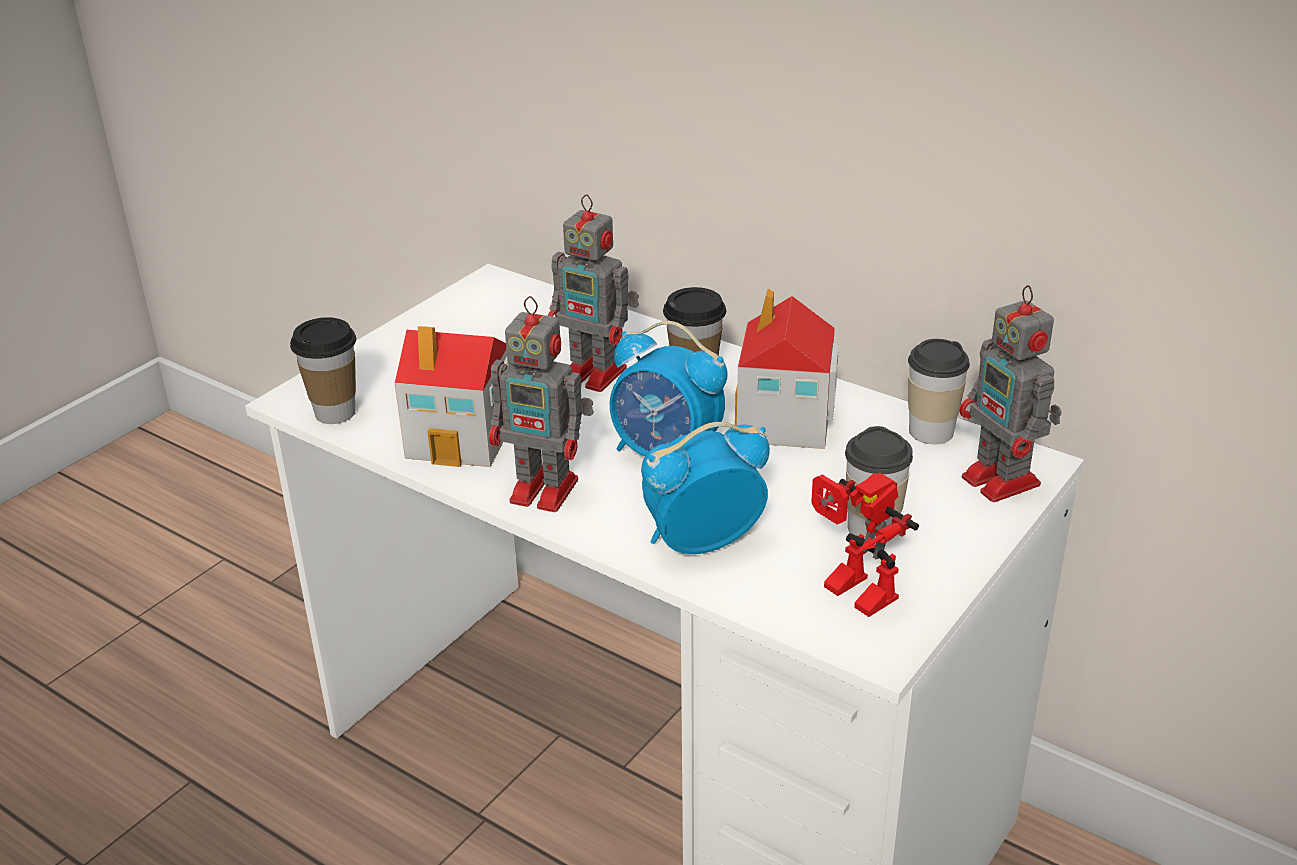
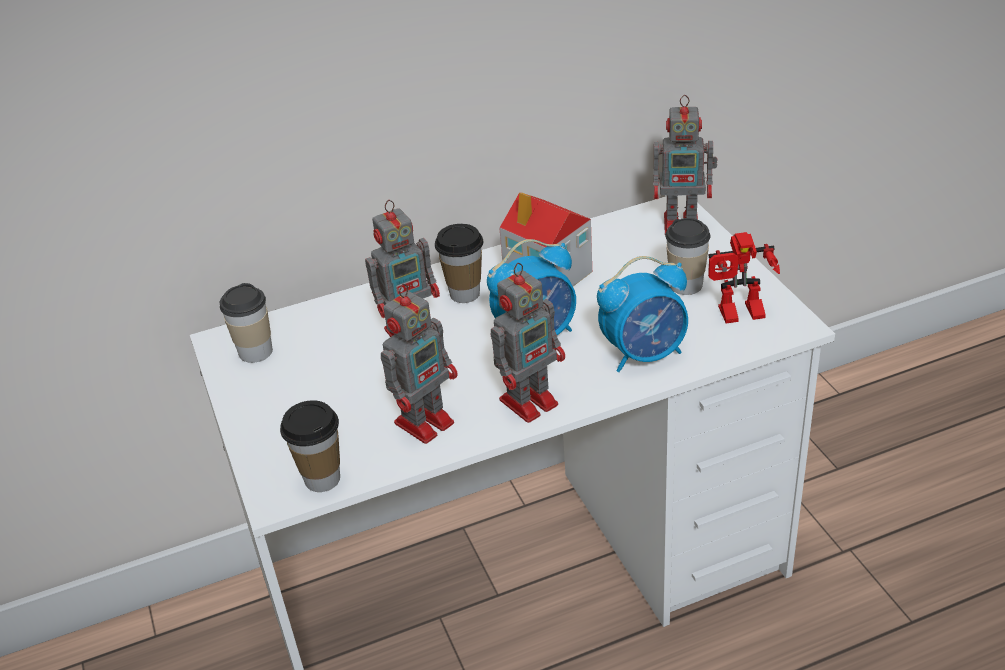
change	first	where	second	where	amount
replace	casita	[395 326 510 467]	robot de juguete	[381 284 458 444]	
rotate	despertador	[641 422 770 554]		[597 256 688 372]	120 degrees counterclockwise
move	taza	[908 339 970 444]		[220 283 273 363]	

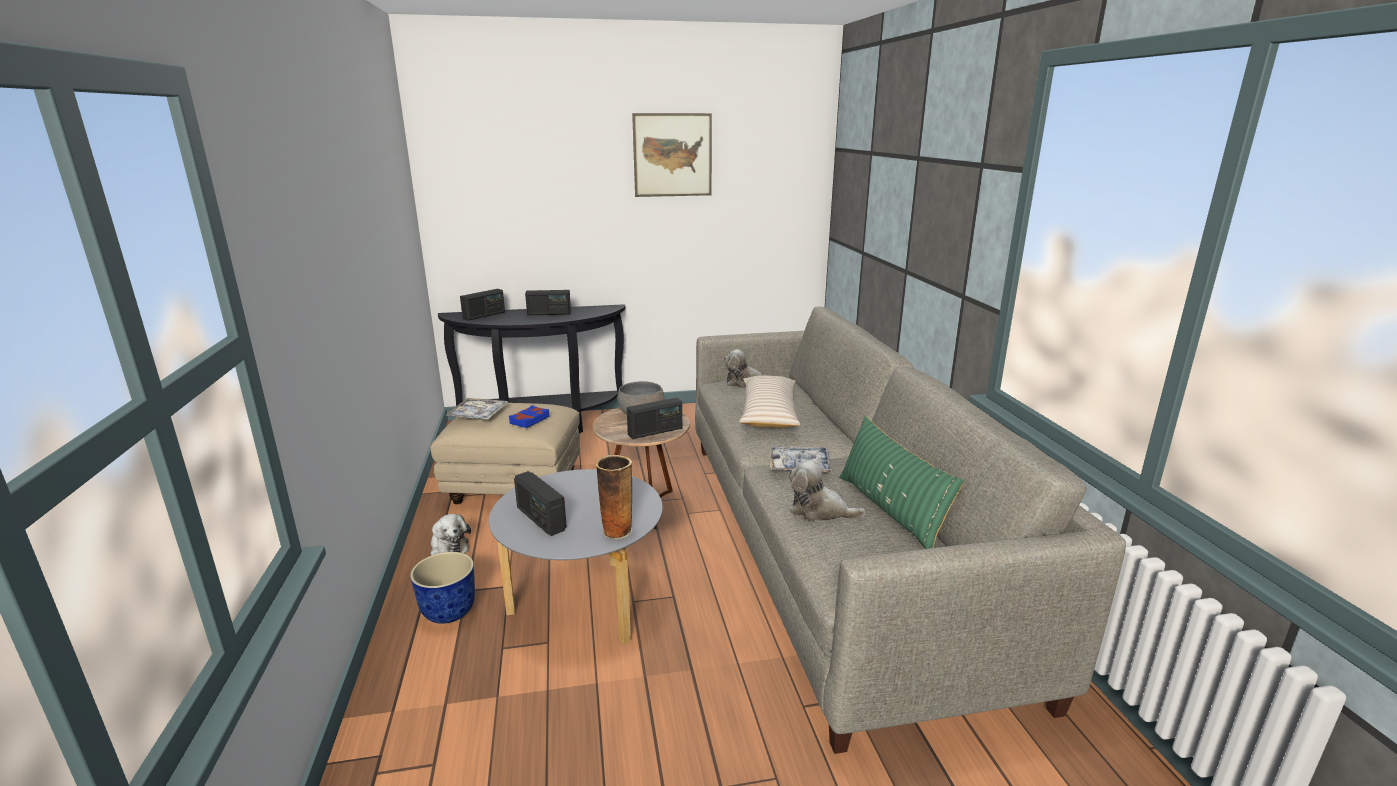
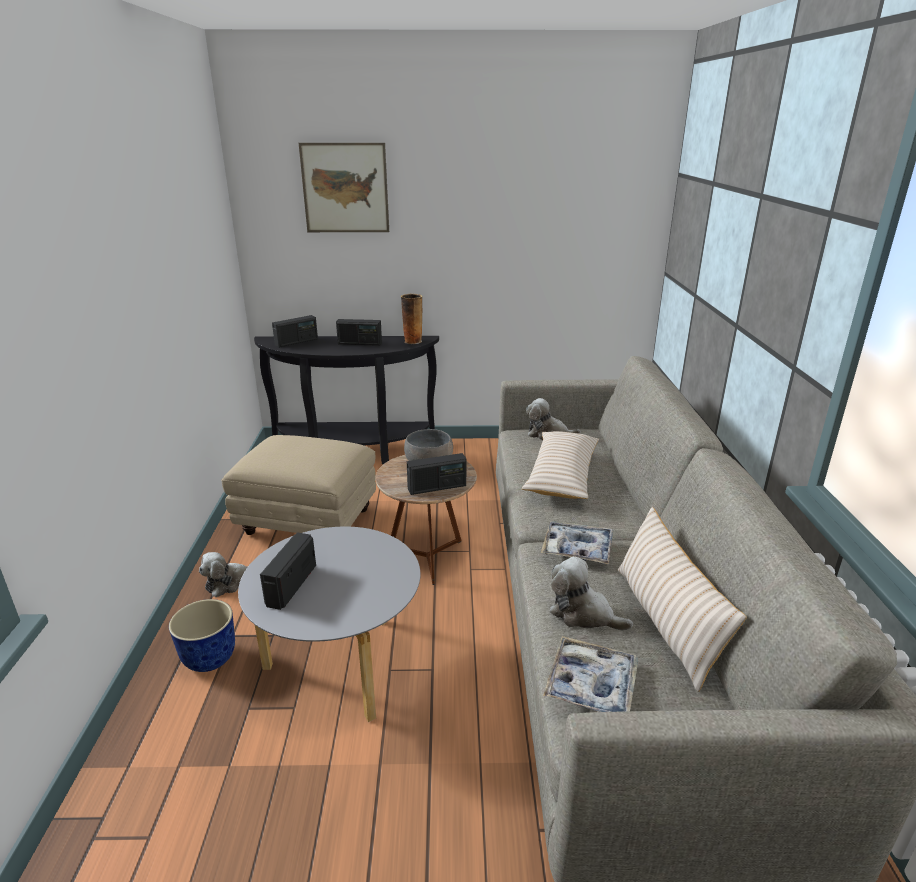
change	first	where	second	where	amount
rotate	peluche	[431 514 471 555]		[199 552 248 597]	75 degrees clockwise
move	bandeja	[445 398 508 419]		[543 636 638 712]	
delete	libro [azul]	[509 405 550 428]			
rotate	radio	[514 471 567 536]		[260 532 316 610]	45 degrees clockwise
move	florero	[595 455 633 539]		[401 294 422 344]	
move	cuadro	[632 113 712 197]		[299 143 389 232]	
recolor	cojín [verde]	[839 416 964 549]	cojín [beis]	[618 507 747 692]	

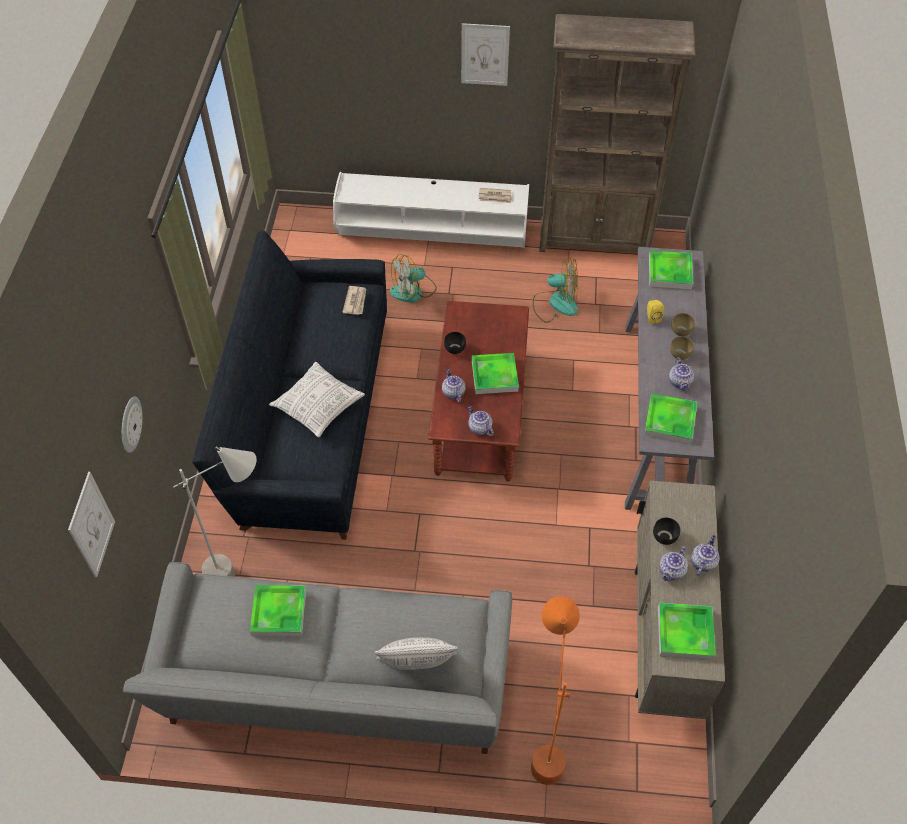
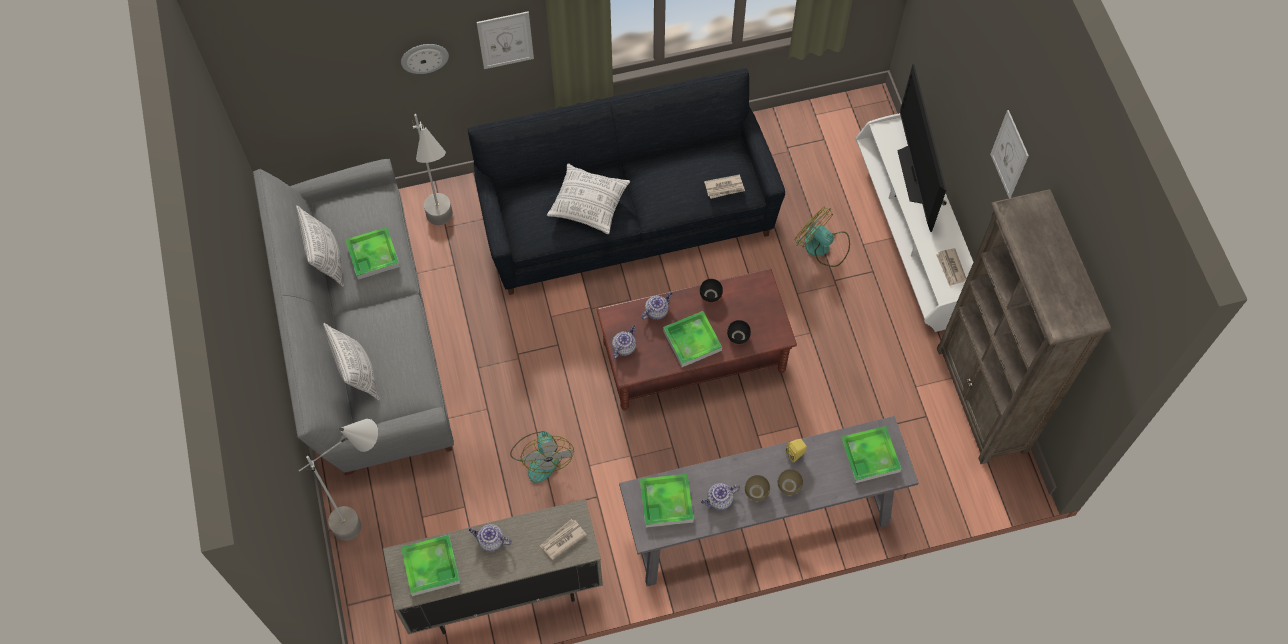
change	first	where	second	where	amount
move	cuadro	[68 472 115 578]		[477 11 534 69]	
recolor	lámpara de pie [naranja]	[531 596 580 785]	lámpara de pie [gris]	[299 419 378 541]	
move	ventilador	[532 257 578 323]		[510 431 574 483]	
move	cuenco [negro]	[653 518 680 545]		[727 320 751 344]	
delete	tetera	[691 535 720 576]			
insert			cojín	[296 205 344 287]	
insert			periódico	[540 519 587 560]	
insert			televisor	[898 64 946 232]	

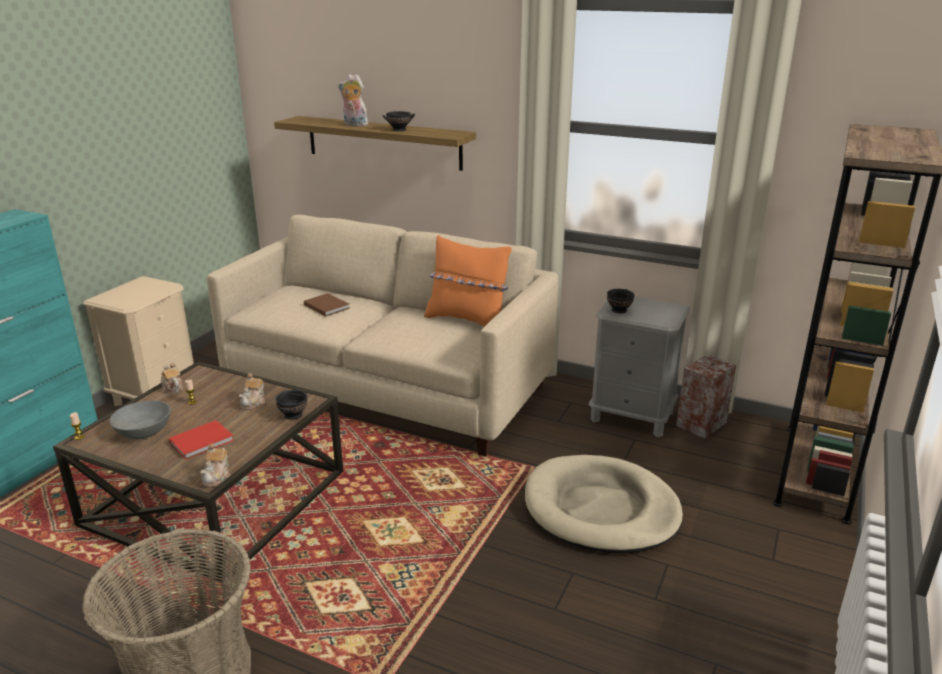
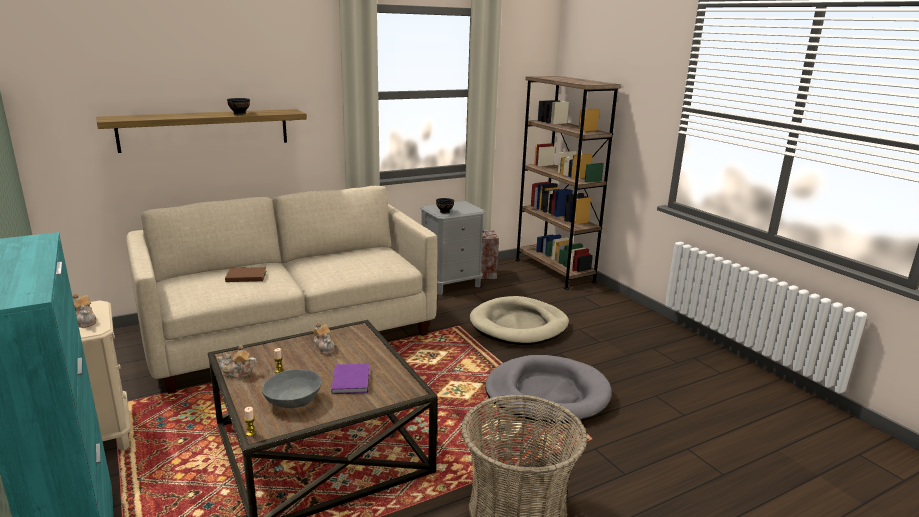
change	first	where	second	where	amount
recolor	libro [rojo]	[169 420 234 460]	libro [morado]	[331 364 369 394]	
move	tetera	[200 443 230 487]		[72 293 96 328]	
delete	cuenco [negro]	[275 389 307 420]			
delete	peluche	[338 74 368 126]			
delete	cojín [naranja]	[424 235 512 327]			
insert			cama para perro [gris]	[485 355 612 424]	

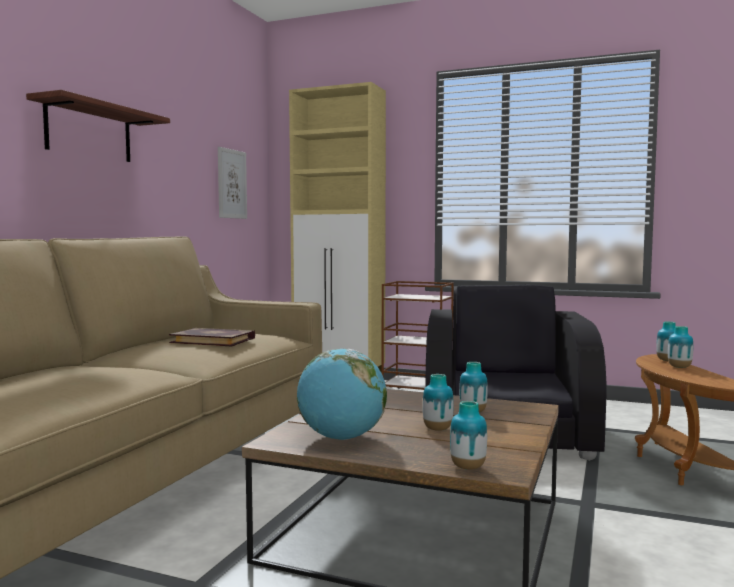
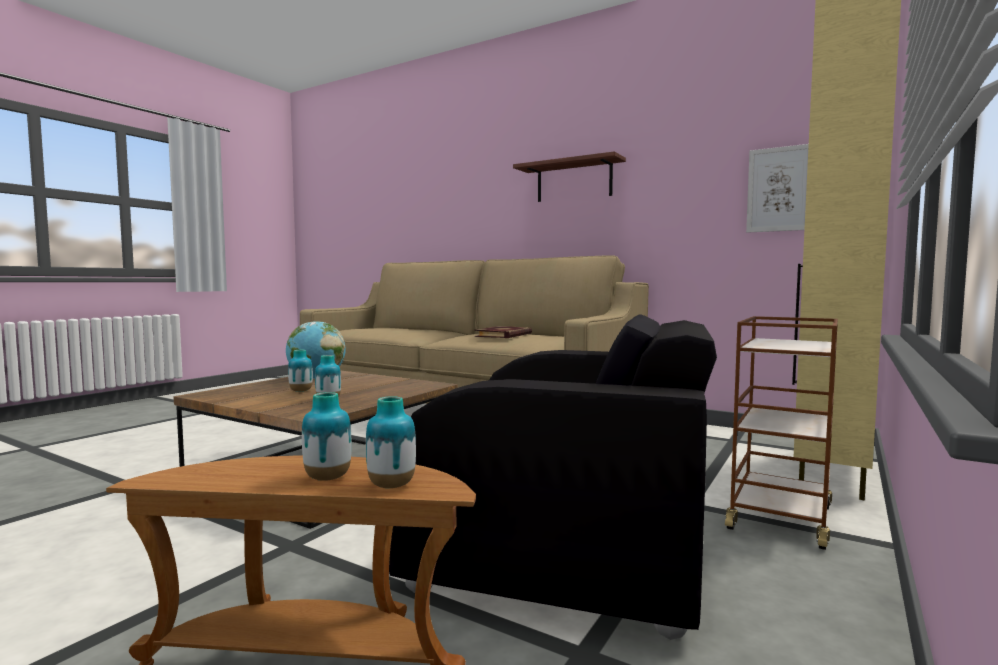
change	first	where	second	where	amount
delete	florero	[450 401 487 470]			

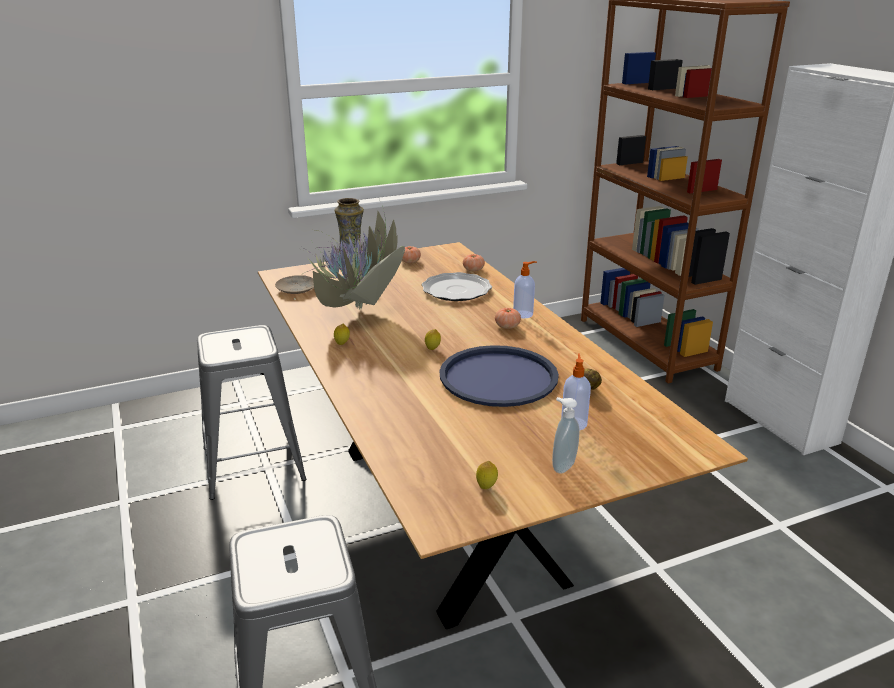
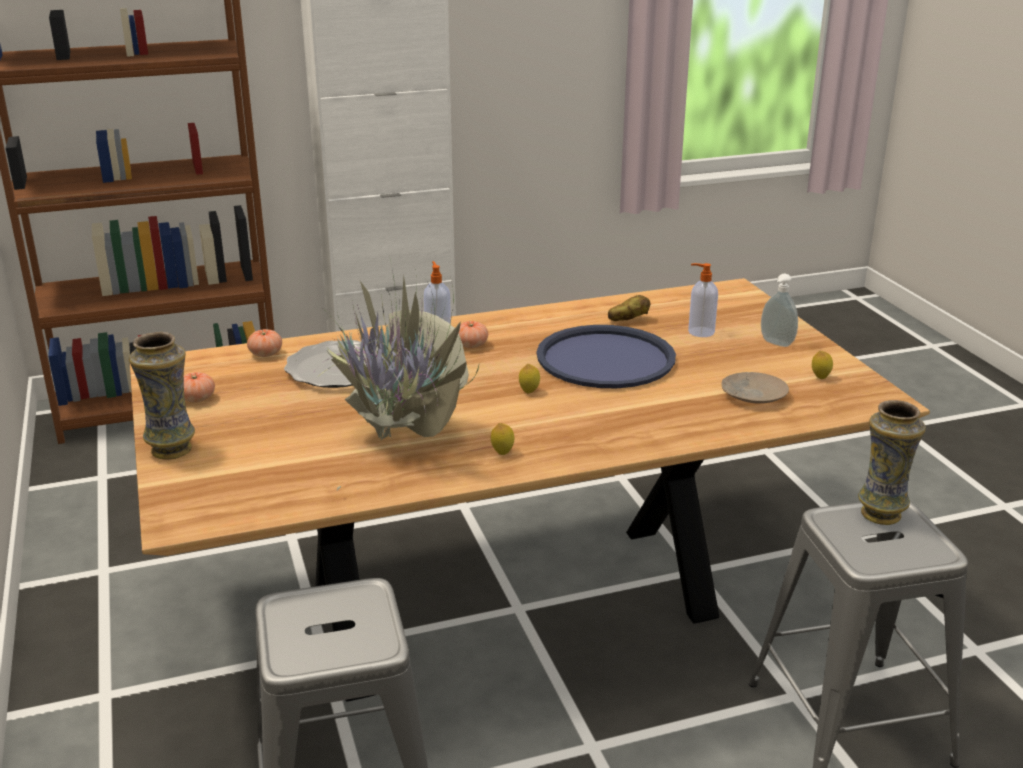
change	first	where	second	where	amount
move	plato [beis]	[275 275 314 294]		[721 372 789 404]	
insert			florero	[858 400 926 525]	

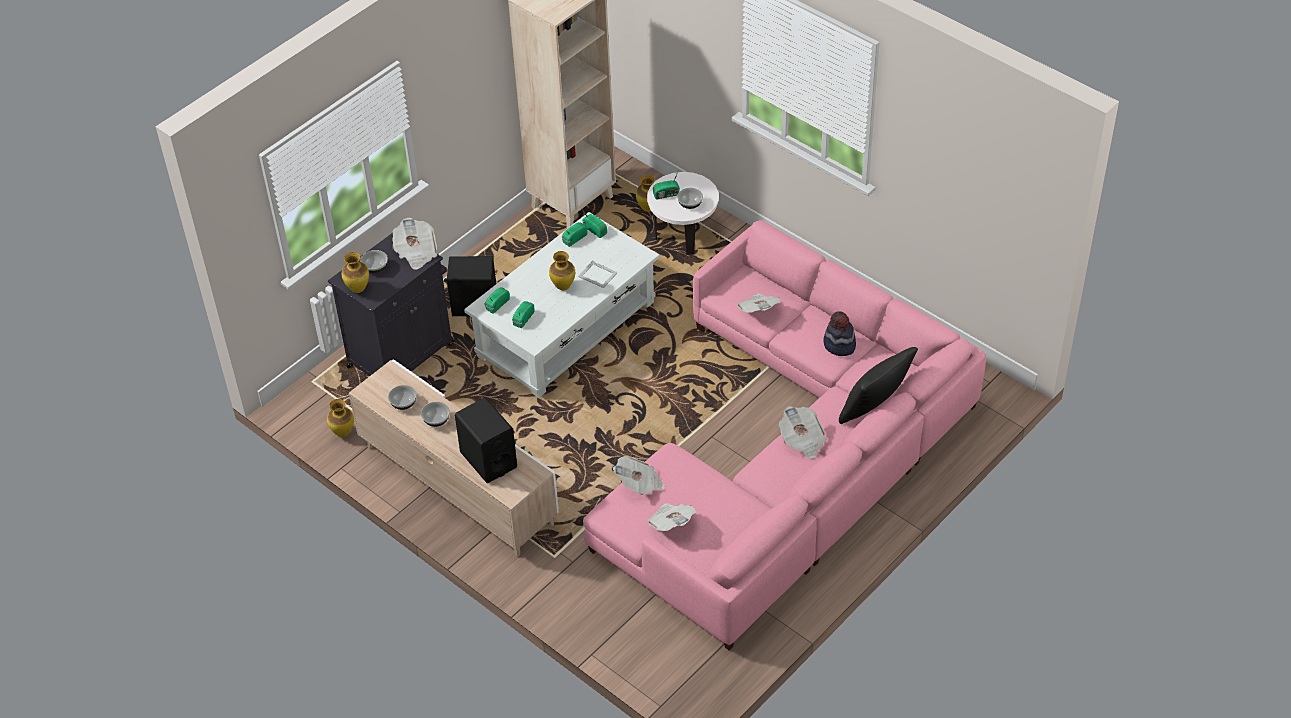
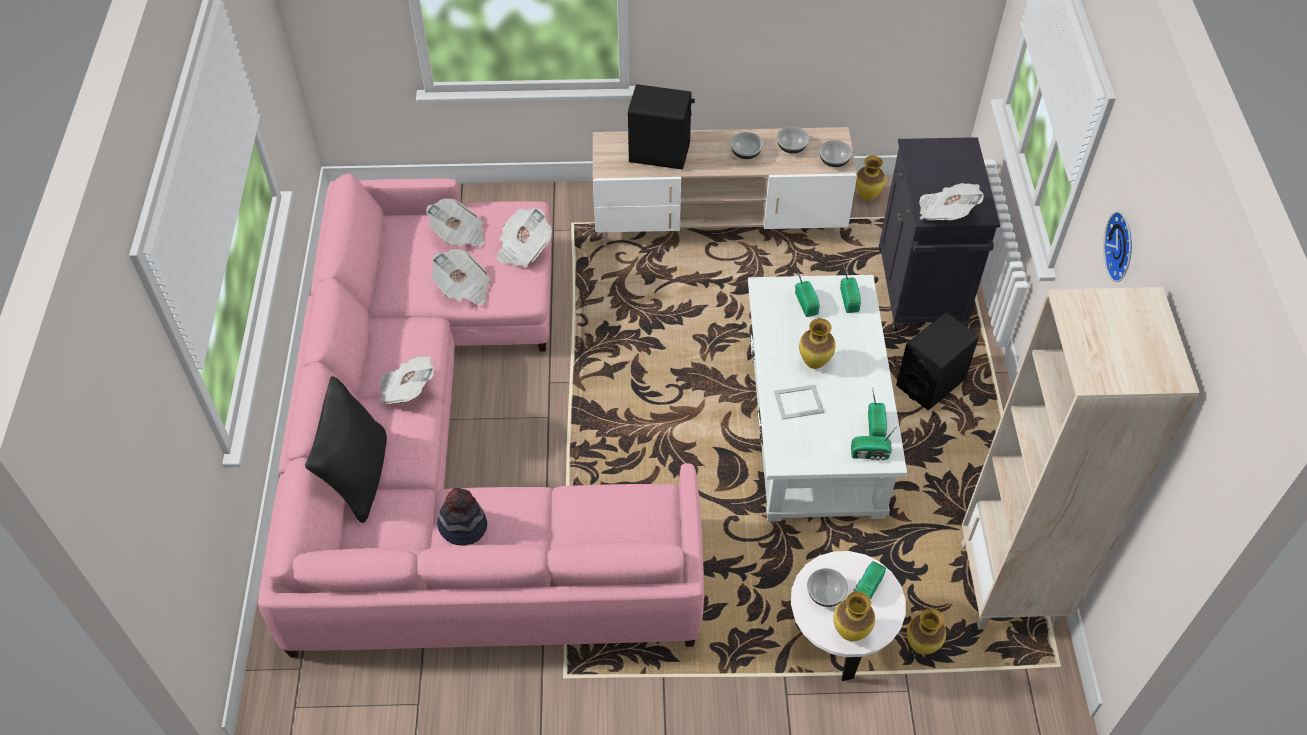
change	first	where	second	where	amount
move	florero	[341 252 369 293]		[833 591 875 641]	
move	cuenco	[360 250 388 273]		[819 140 852 167]	
move	periódico	[737 293 781 313]		[431 249 491 305]	
insert			reloj de pared	[1103 211 1132 282]	

